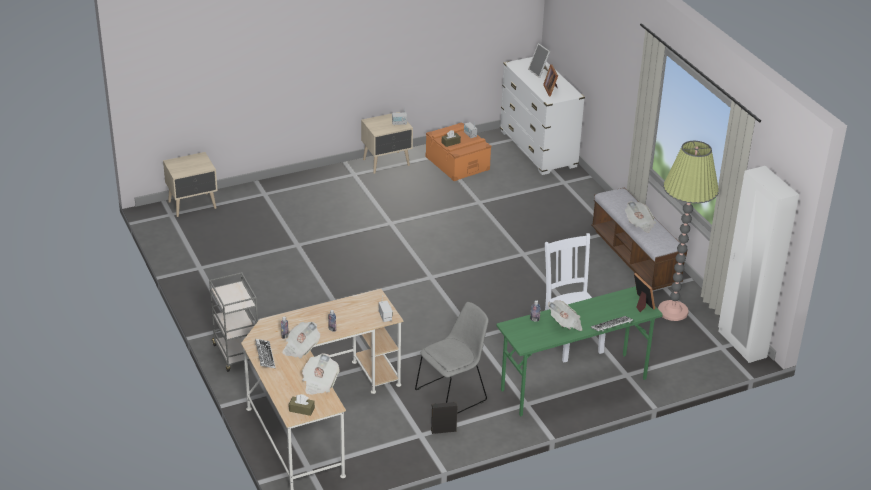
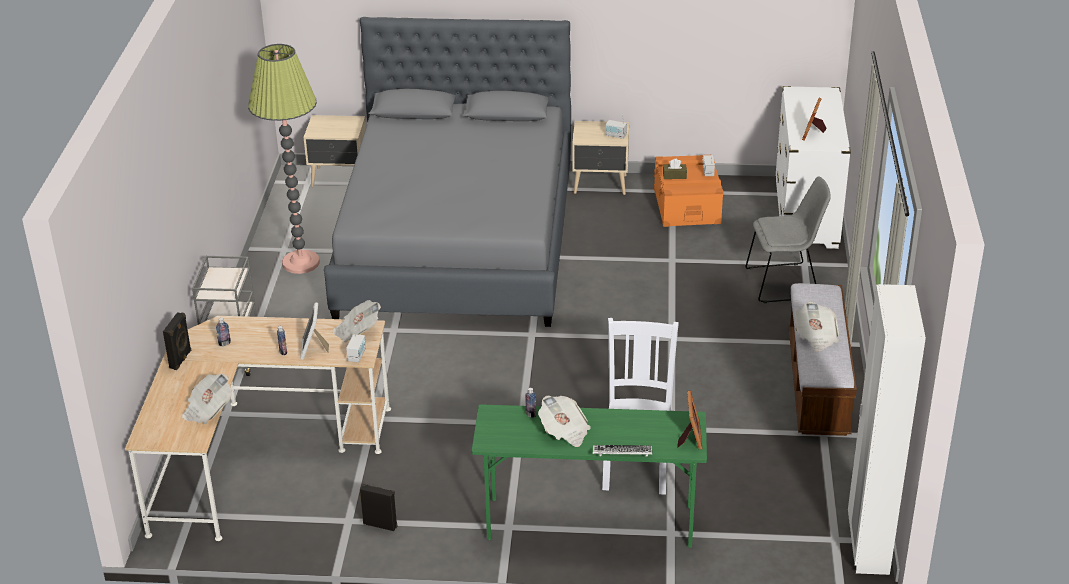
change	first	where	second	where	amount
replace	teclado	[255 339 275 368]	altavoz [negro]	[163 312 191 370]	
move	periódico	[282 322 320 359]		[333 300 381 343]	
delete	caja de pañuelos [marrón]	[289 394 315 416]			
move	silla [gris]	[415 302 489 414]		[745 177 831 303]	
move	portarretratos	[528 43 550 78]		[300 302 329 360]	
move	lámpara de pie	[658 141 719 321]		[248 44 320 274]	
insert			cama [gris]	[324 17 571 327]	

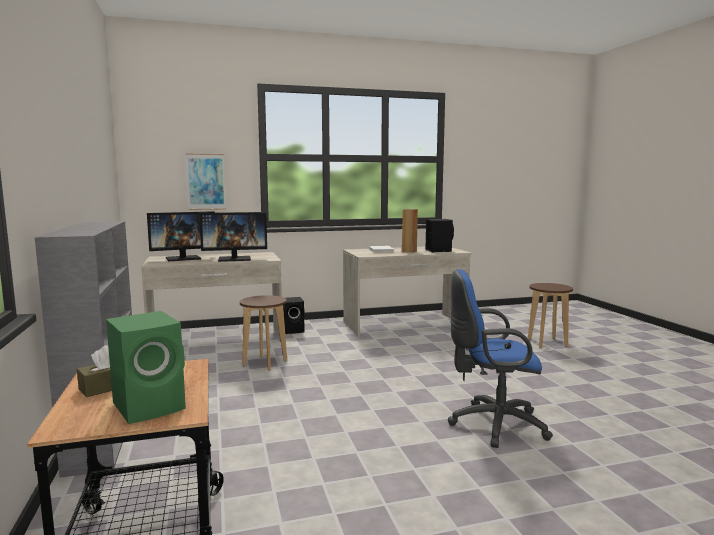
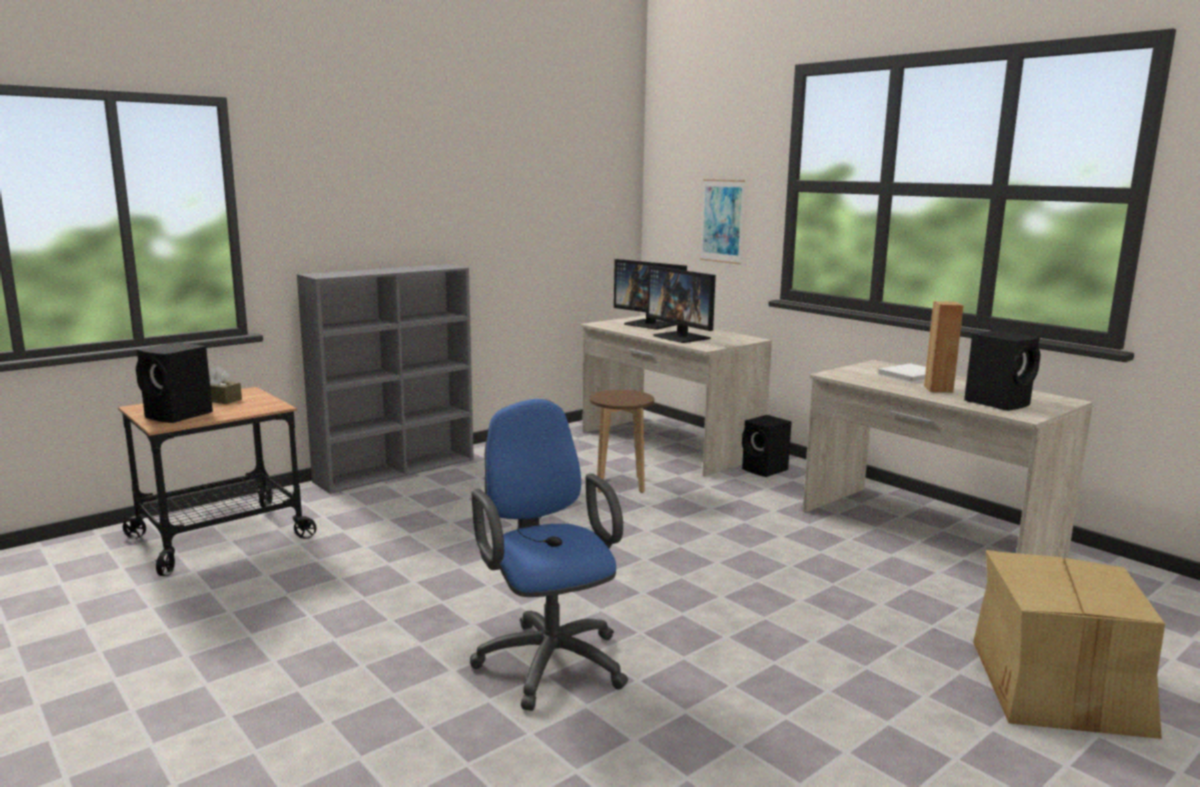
change	first	where	second	where	amount
recolor	altavoz [verde]	[106 311 186 424]	altavoz [negro]	[136 342 213 423]	
replace	taburete [marrón]	[528 283 573 348]	caja de cartón	[973 550 1165 739]	

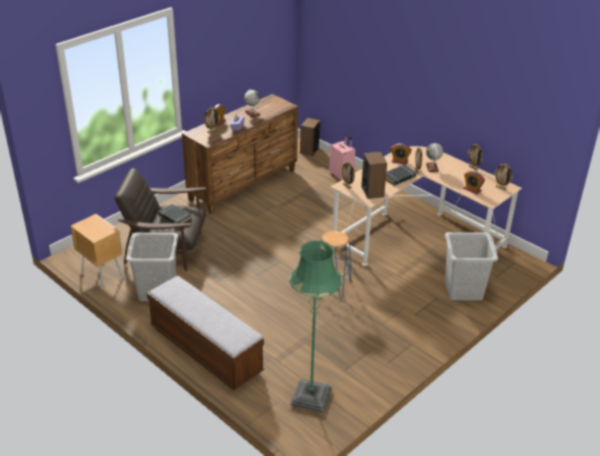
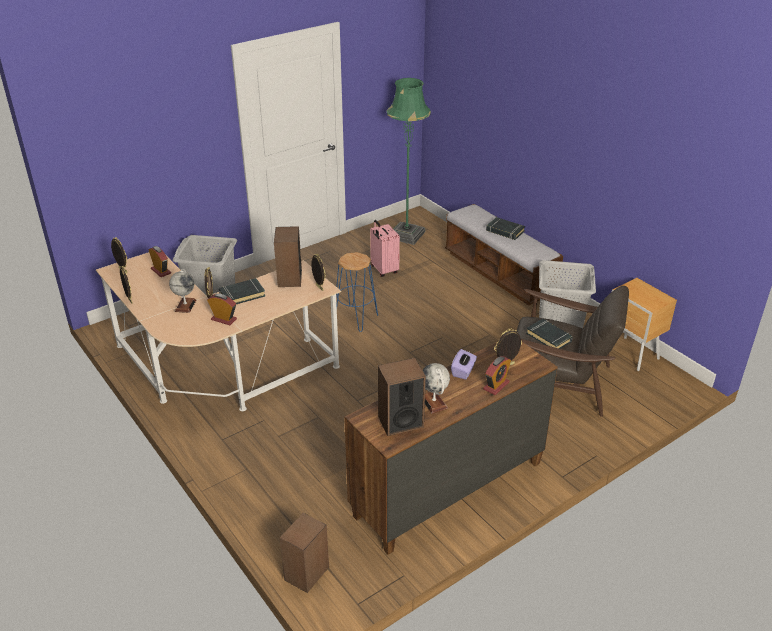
change	first	where	second	where	amount
move	maleta [rosa]	[329 135 355 180]		[370 220 400 277]	
insert			altavoz	[378 358 426 436]	
insert			libro [negro]	[486 217 525 240]	

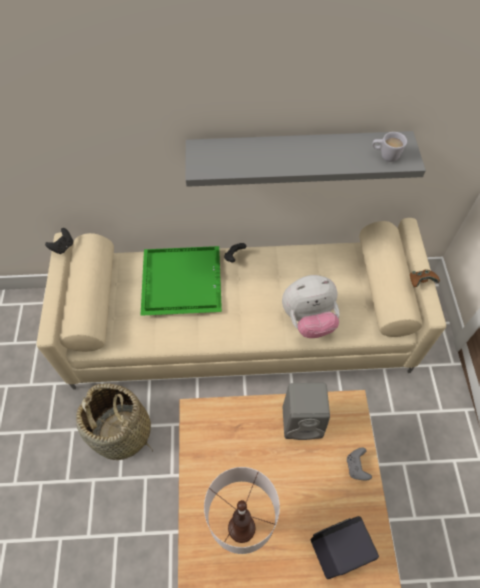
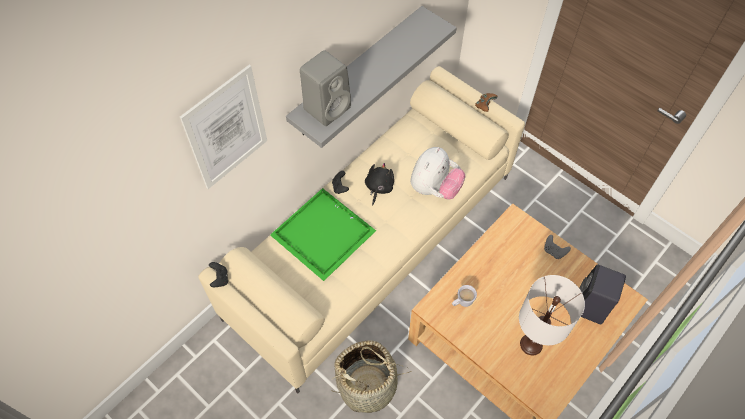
change	first	where	second	where	amount
move	altavoz [gris]	[283 383 330 440]		[300 50 351 126]	
move	taza grande [blanco]	[372 132 407 162]		[452 285 477 307]	
insert			cuadro	[180 65 267 189]	
insert			peluche [negro]	[365 163 394 205]	

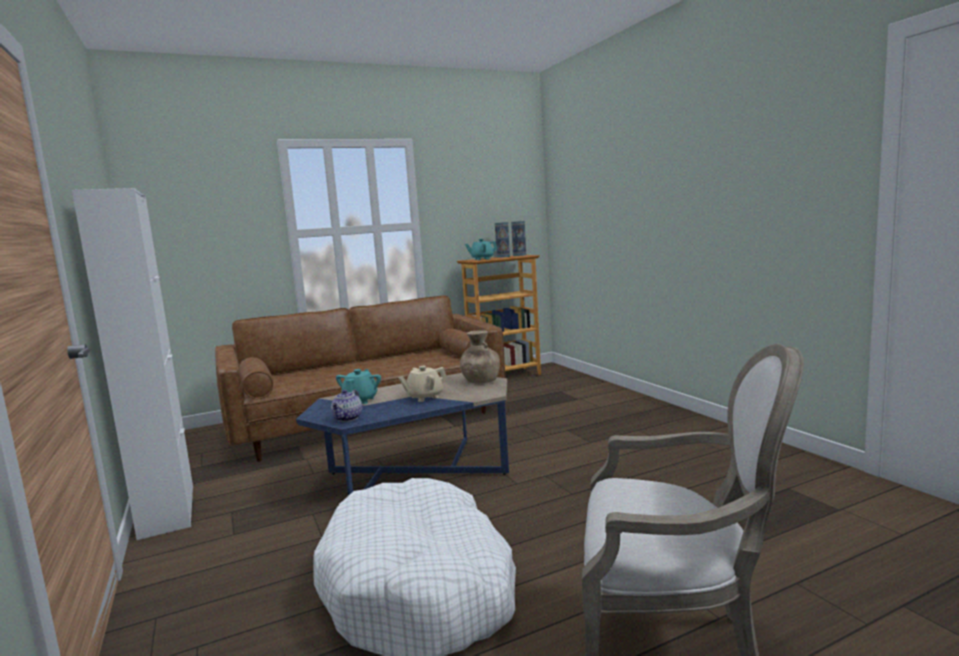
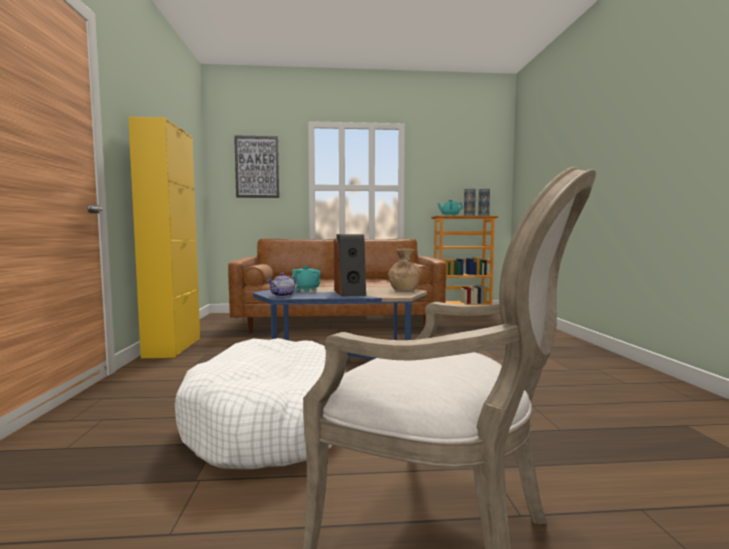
change	first	where	second	where	amount
recolor	armario [blanco]	[72 188 193 540]	armario [amarillo]	[128 117 200 358]	
replace	tetera [beis]	[398 366 447 402]	altavoz	[334 234 366 297]	
insert			cuadro	[234 135 279 198]	

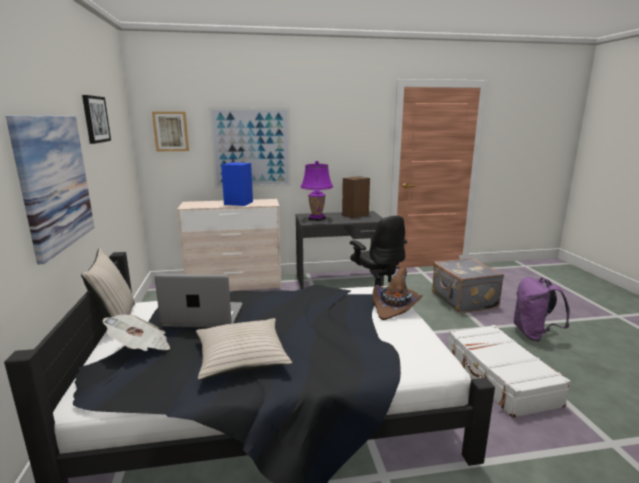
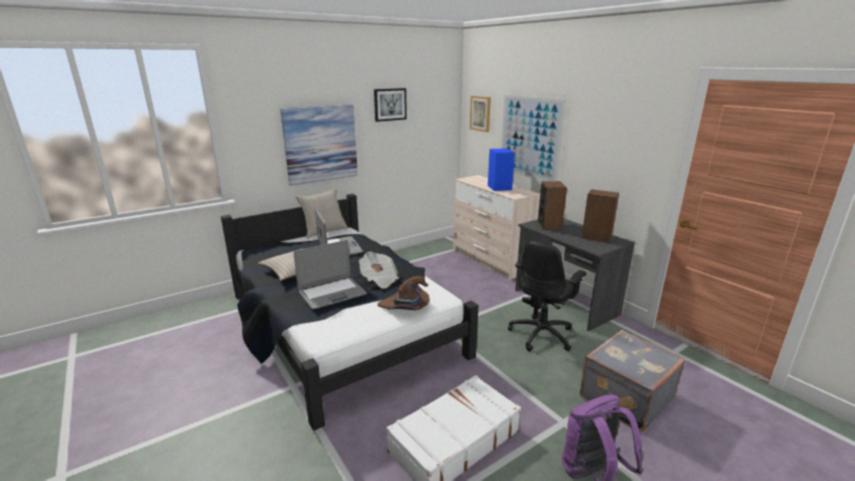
change	first	where	second	where	amount
move	periódico	[102 315 170 351]		[359 252 399 289]	
replace	lámpara de mesa [morado]	[301 161 333 221]	altavoz	[538 181 567 230]	
insert			portátil	[293 240 367 309]	

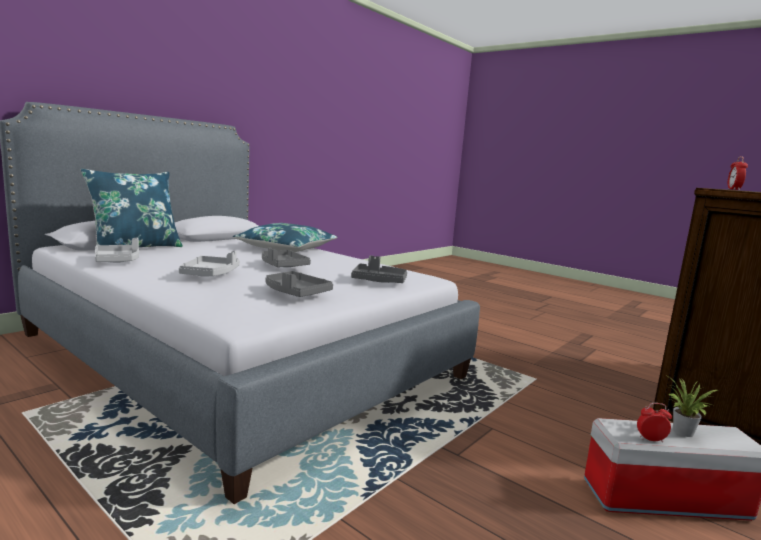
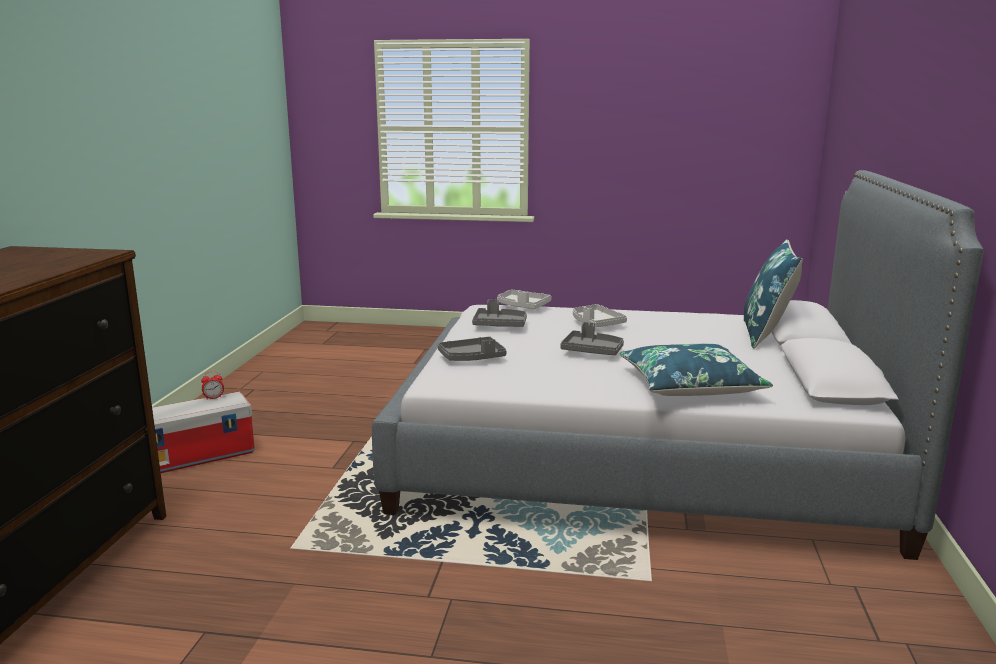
change	first	where	second	where	amount
move	bandeja [gris]	[95 238 139 263]		[497 289 551 309]	
delete	planta en maceta	[665 375 718 437]			
delete	despertador	[728 156 748 190]			

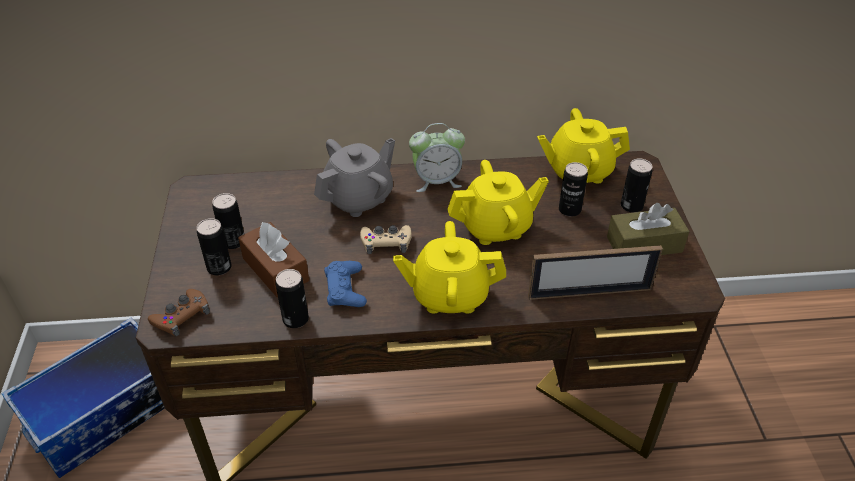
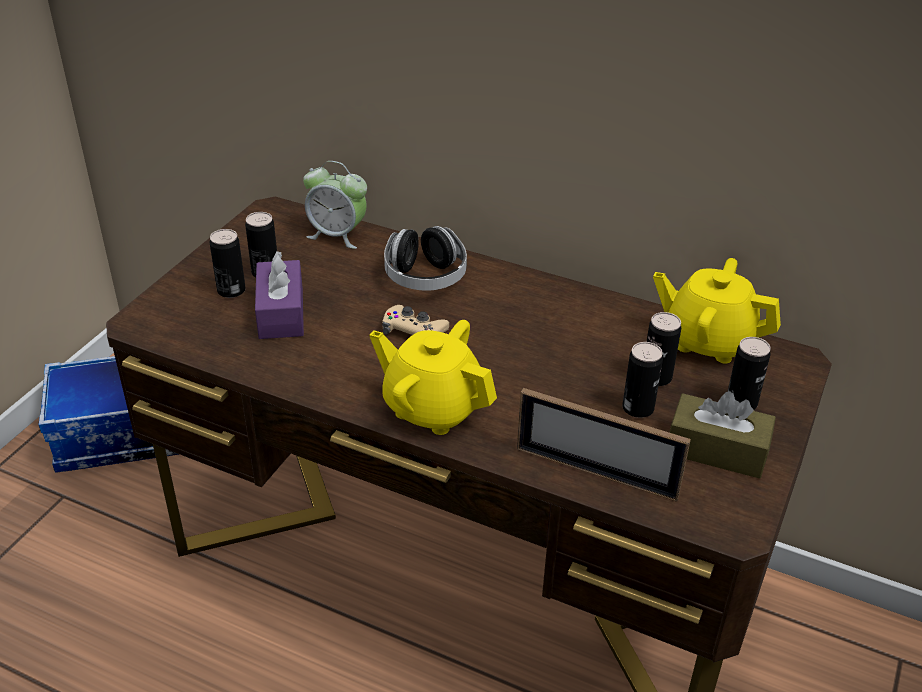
change	first	where	second	where	amount
delete	mando de consola [marrón]	[148 289 210 336]			
recolor	caja de pañuelos [marrón]	[238 222 309 298]	caja de pañuelos [morado]	[255 251 304 339]	
move	lata	[275 269 309 328]		[622 342 663 418]	
replace	tetera [gris]	[314 138 395 217]	auriculares	[384 226 467 291]	
delete	mando de consola [azul]	[324 261 367 307]			
move	despertador	[409 123 465 192]		[303 161 367 249]	
delete	tetera [amarillo]	[447 160 549 245]			

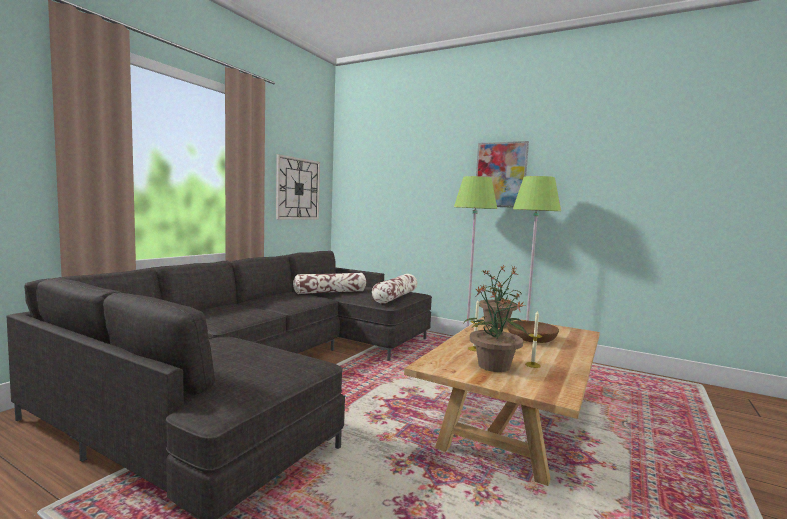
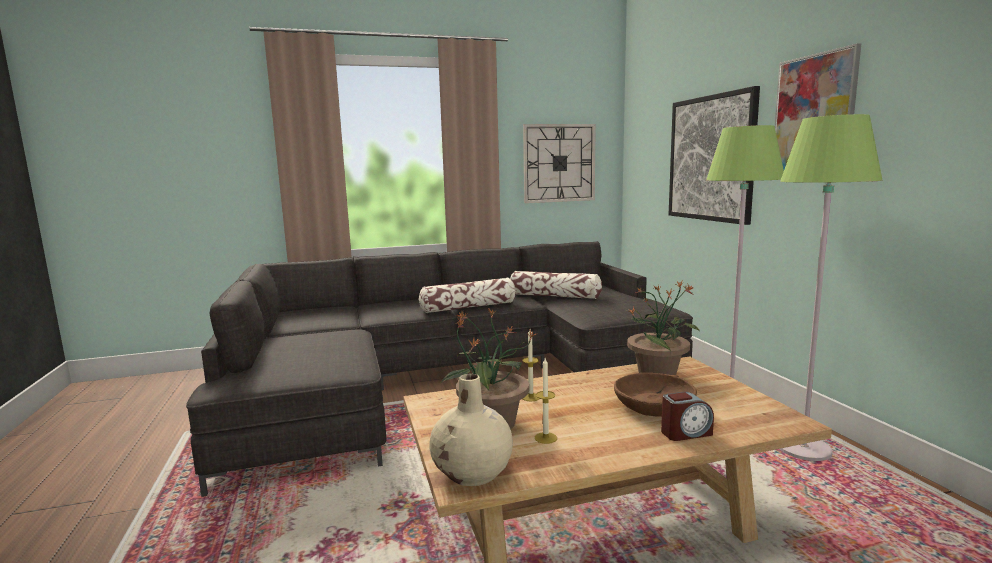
change	first	where	second	where	amount
move	cojín	[372 274 417 304]		[419 278 516 313]	
insert			florero [beis]	[429 373 513 486]	
insert			despertador	[661 392 714 441]	
insert			cuadro	[669 86 760 225]	

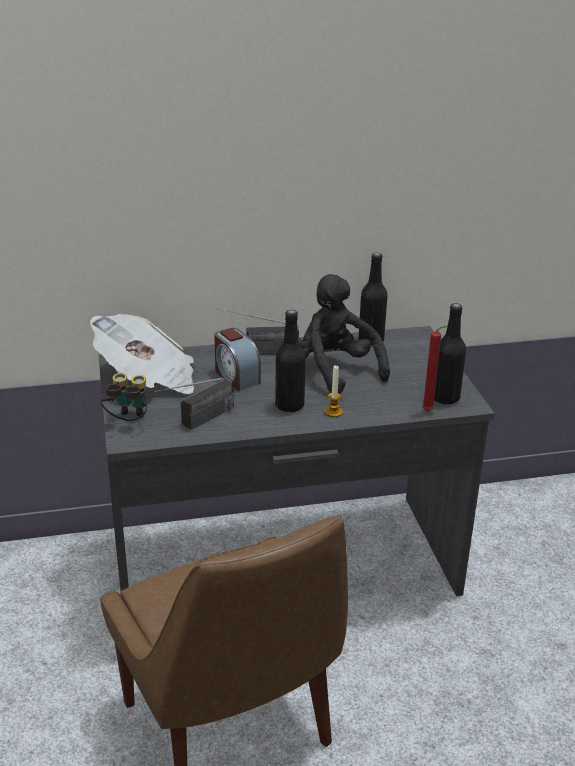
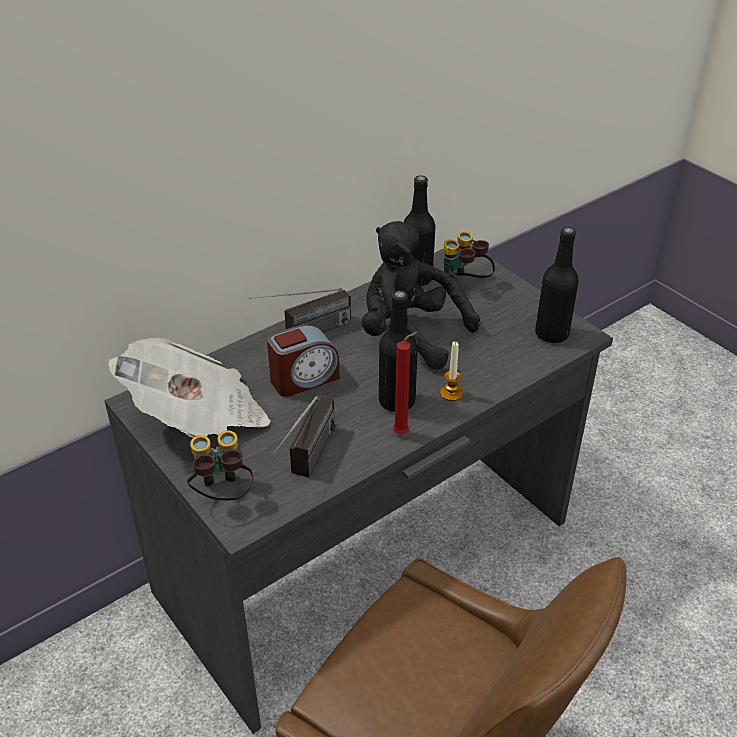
change	first	where	second	where	amount
rotate	despertador	[214 328 261 391]		[267 324 340 397]	60 degrees counterclockwise
move	vela [rojo]	[422 325 448 411]		[393 331 418 434]	
insert			prismáticos	[444 231 495 279]	

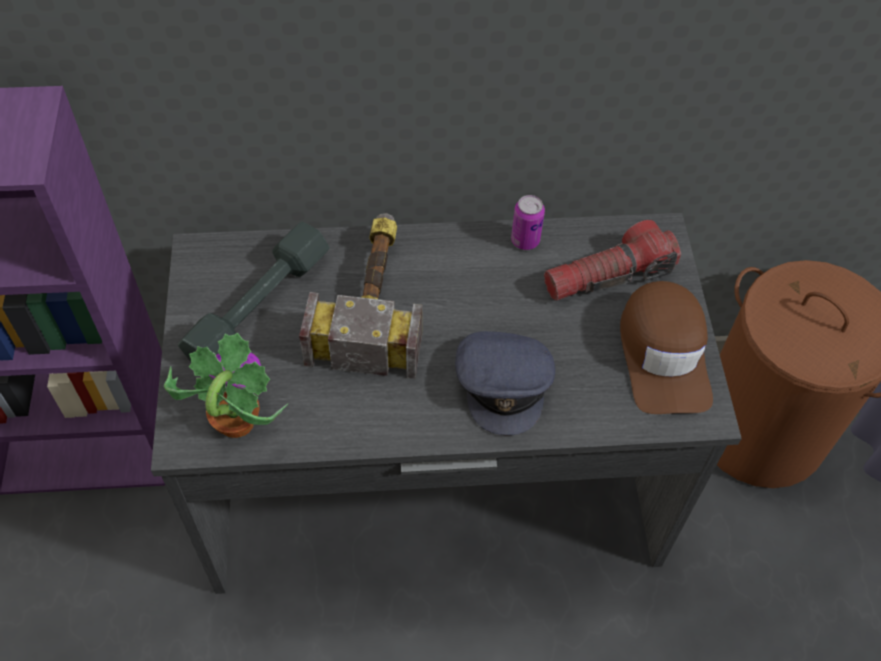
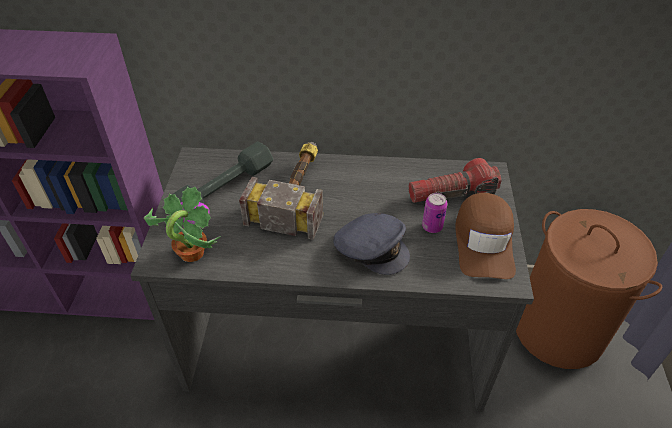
change	first	where	second	where	amount
rotate	gorra [gris]	[455 331 555 435]		[334 213 410 275]	60 degrees counterclockwise
move	lata	[511 195 545 250]		[422 193 447 233]	

